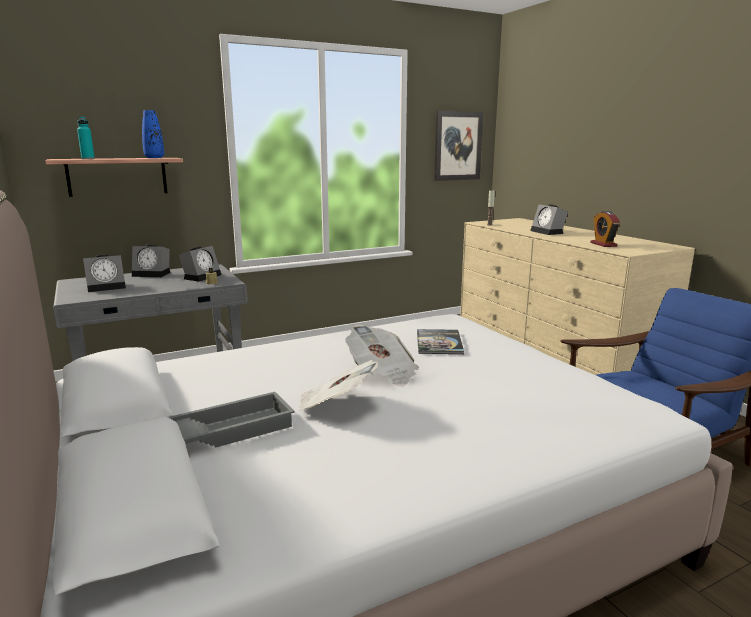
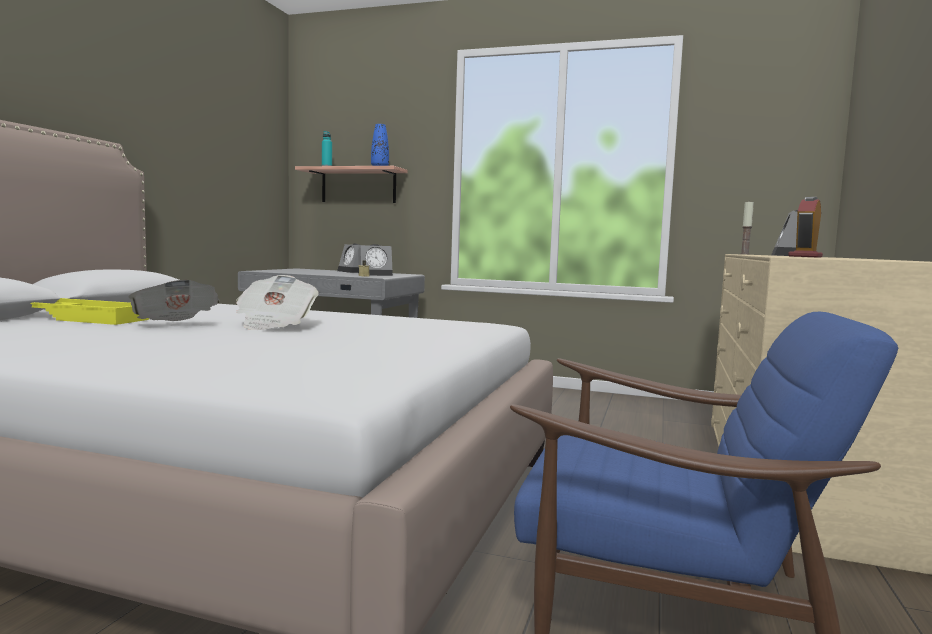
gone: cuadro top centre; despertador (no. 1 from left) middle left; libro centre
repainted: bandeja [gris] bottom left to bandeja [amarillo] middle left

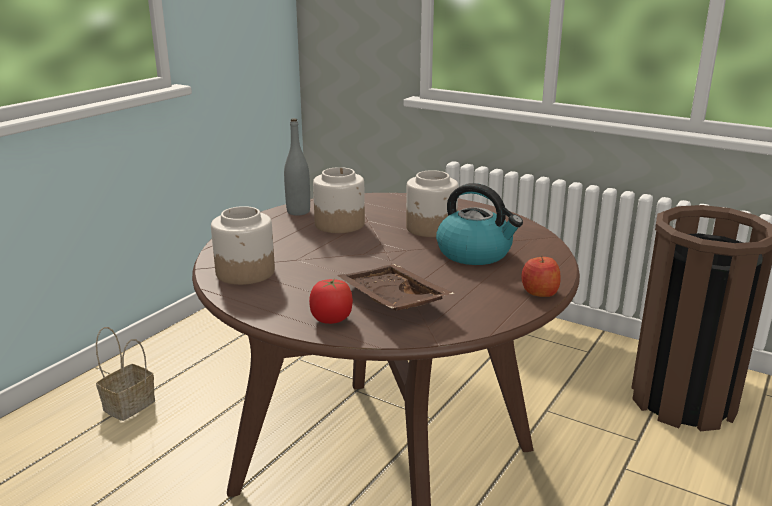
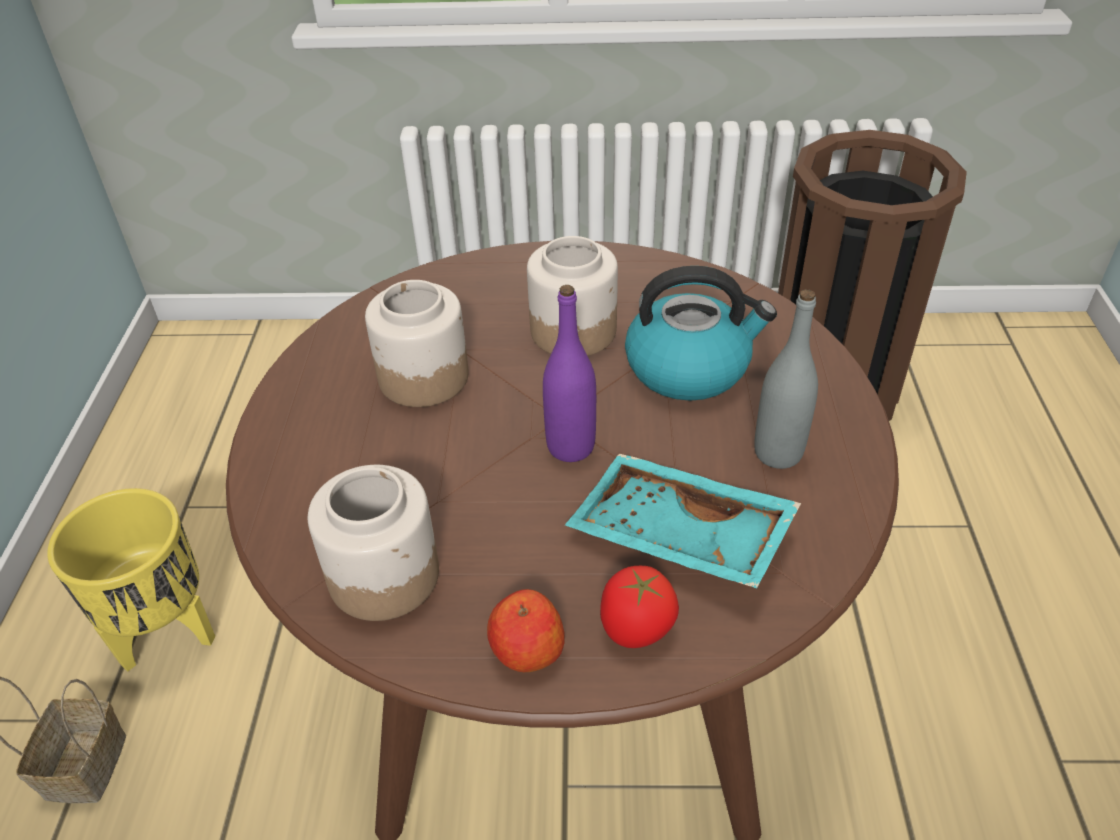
new: botella [morado] centre; maceta [amarillo] bottom left
shifted: botella [gris] top centre to middle right; manzana middle right to bottom centre
repainted: bandeja [marrón] centre to bandeja [turquesa] centre

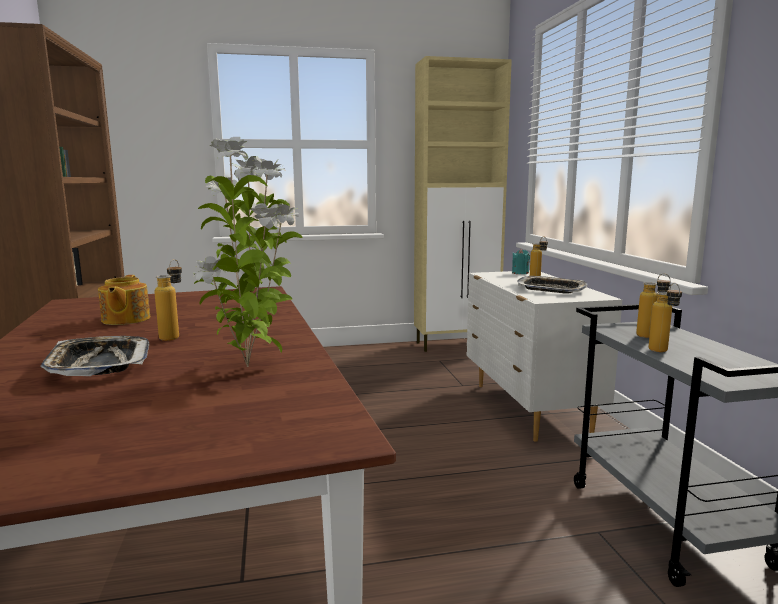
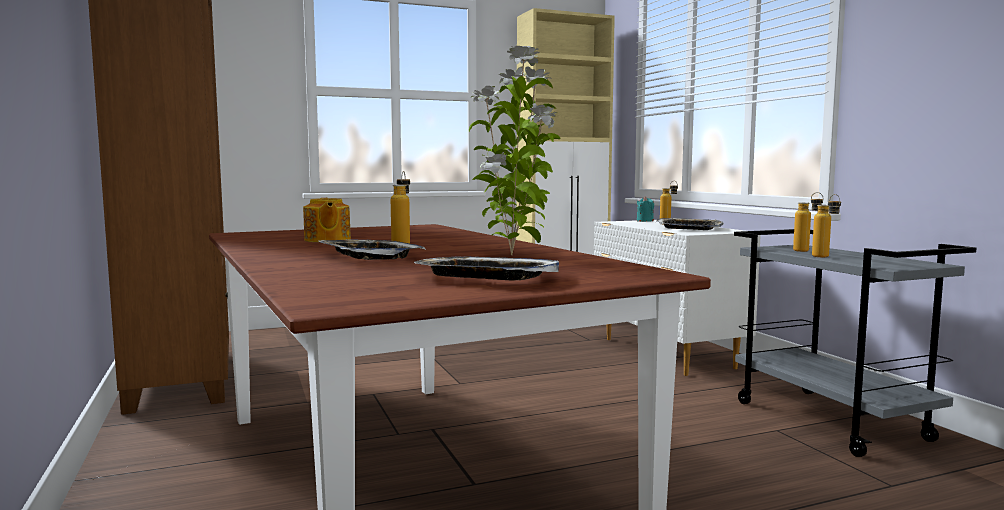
new: bandeja (no. 2 from left) centre

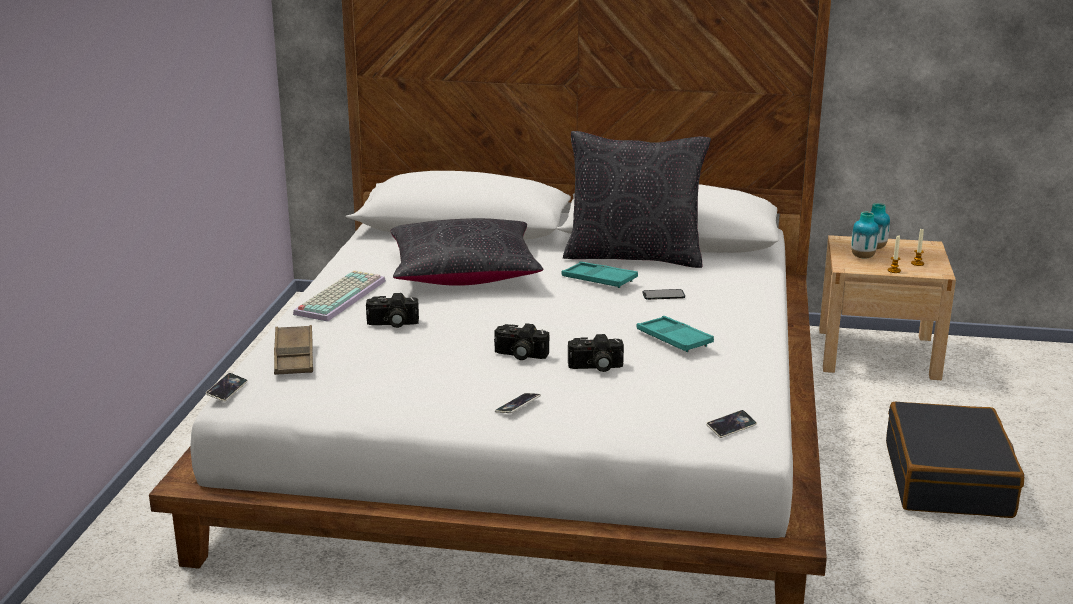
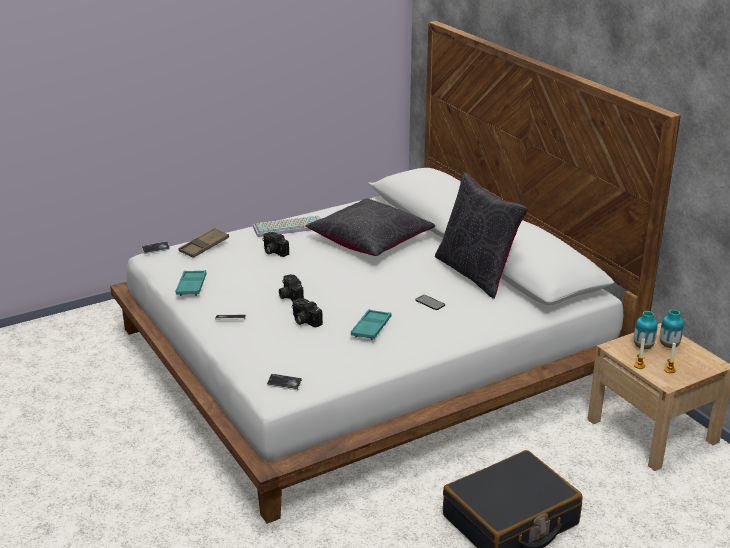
shifted: bandeja [turquesa] (no. 1 from left) centre to middle left

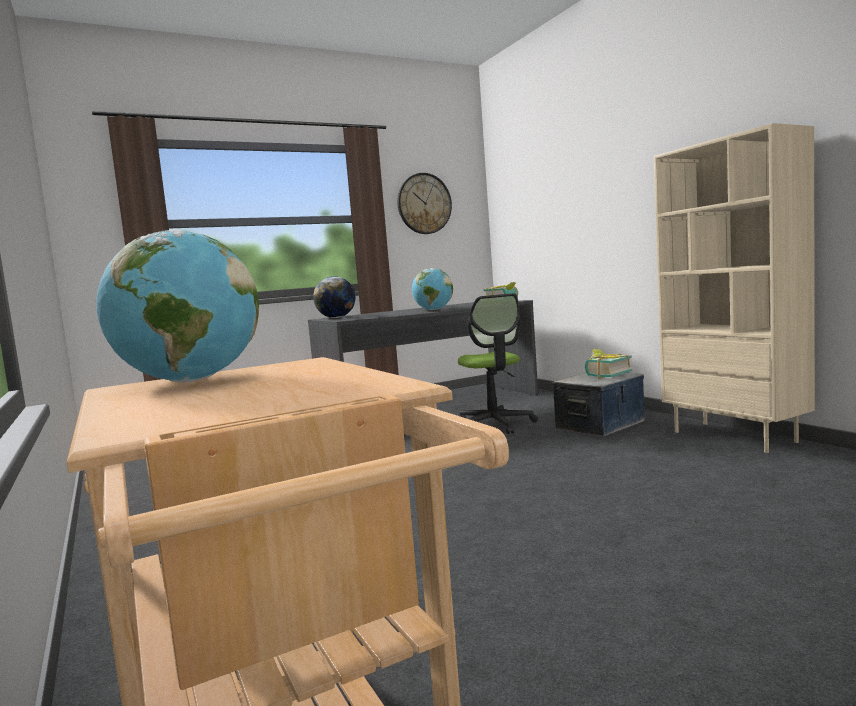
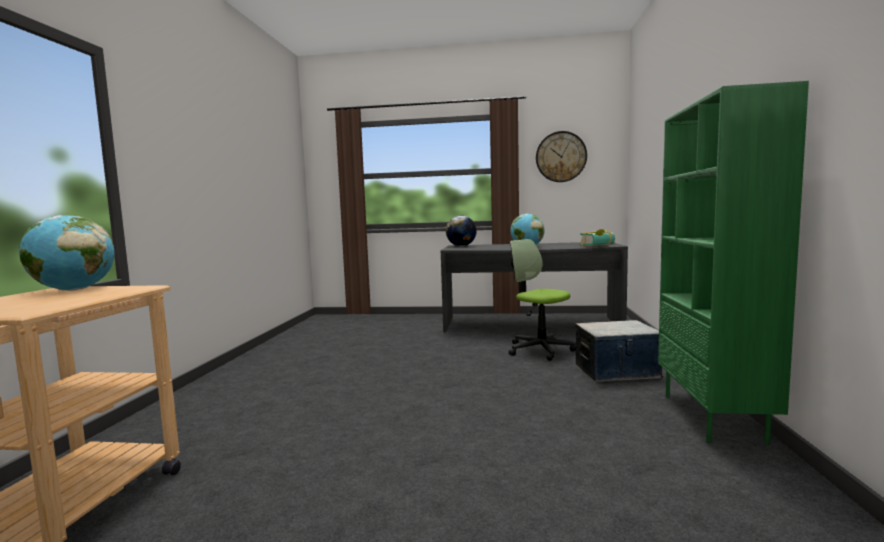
gone: libro (no. 2 from left) middle right
repainted: estantería [beis] middle right to estantería [verde] middle right
rotated: silla de oficina centre = centre 120 degrees clockwise

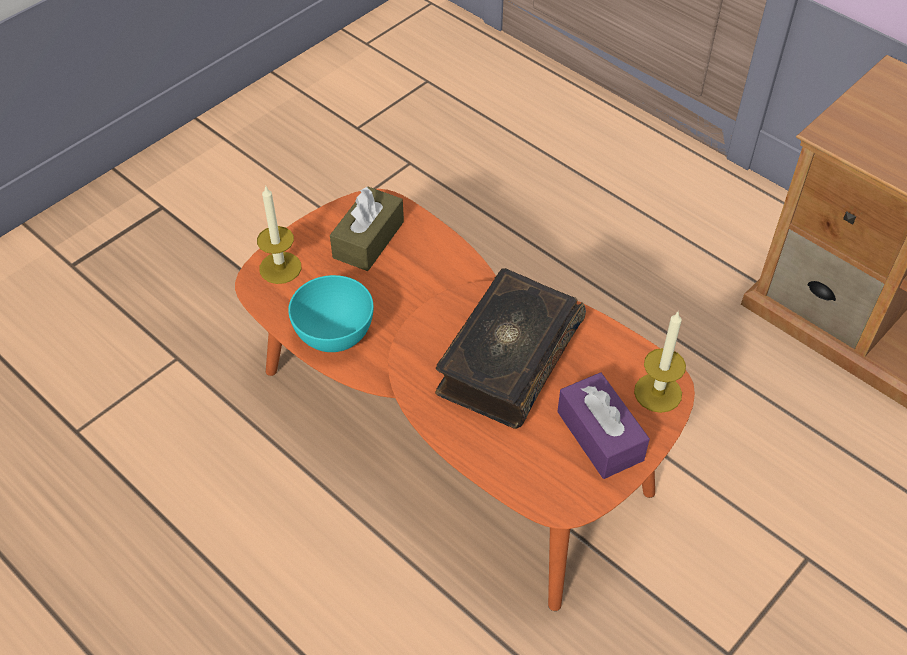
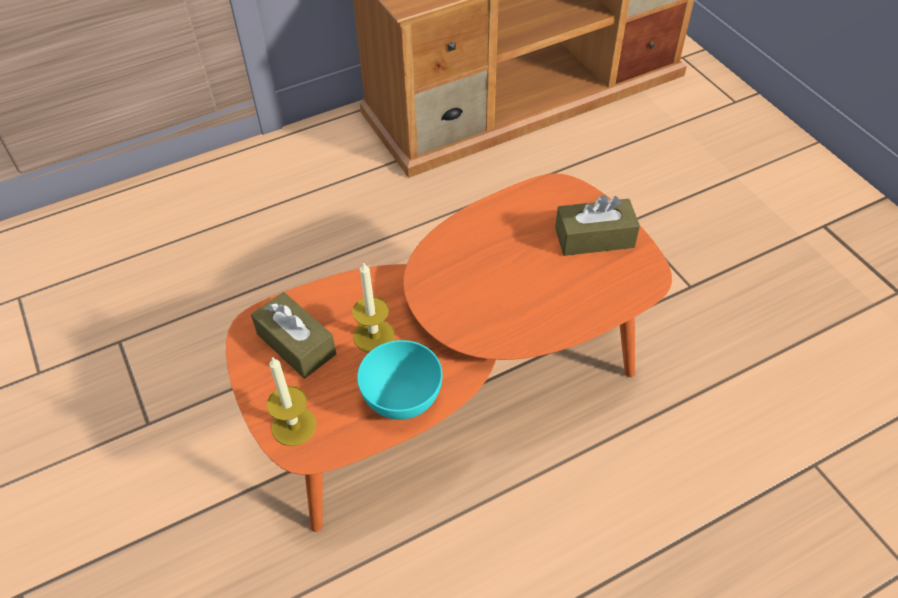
gone: libro centre
shifted: vela (no. 2 from left) middle right to centre
repainted: caja de pañuelos [morado] centre to caja de pañuelos [marrón] (no. 2 from left) centre

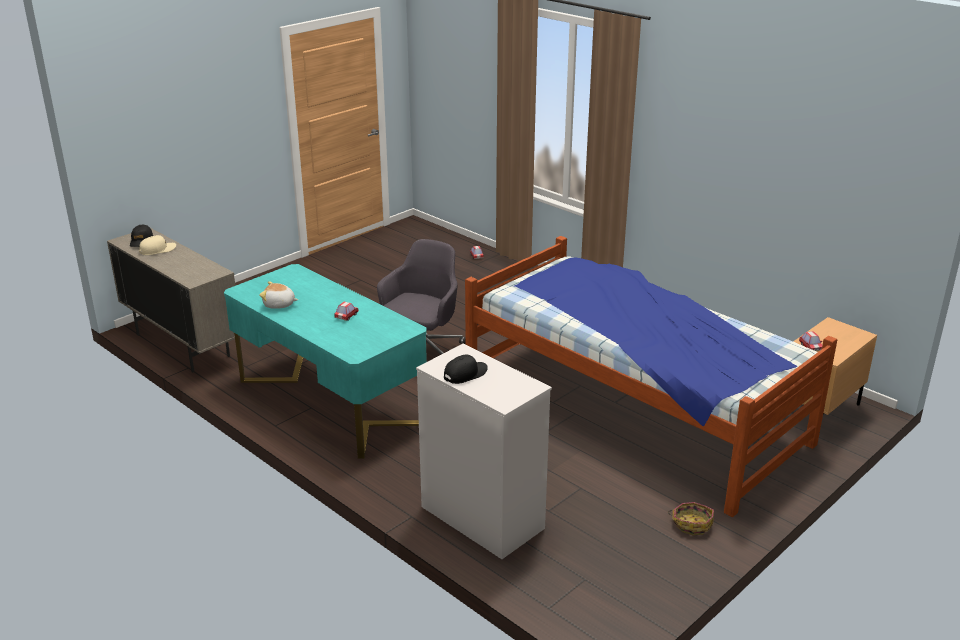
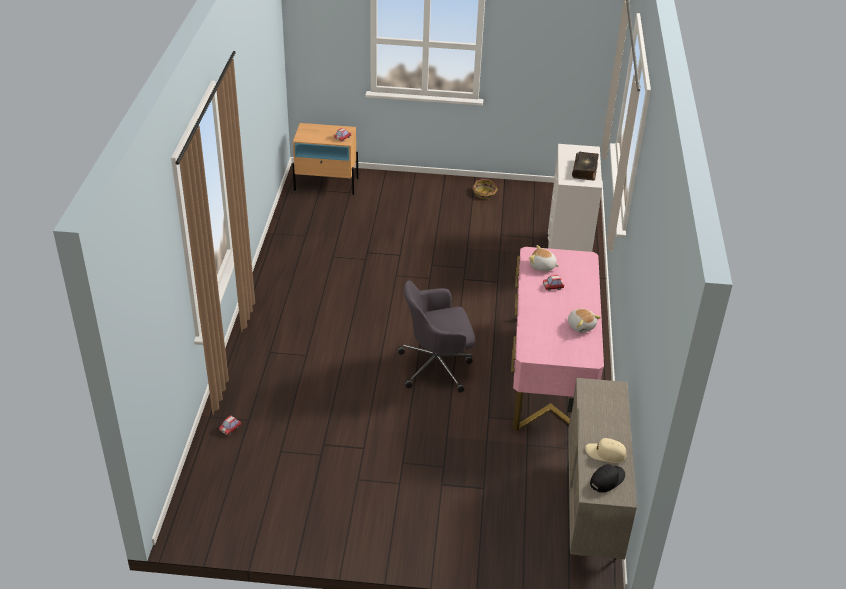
gone: cama middle right
new: peluche (no. 1 from left) centre
swapped: gorra [negro] (no. 2 from left) centre to libro top right
repainted: escritorio [turquesa] centre to escritorio [rosa] centre

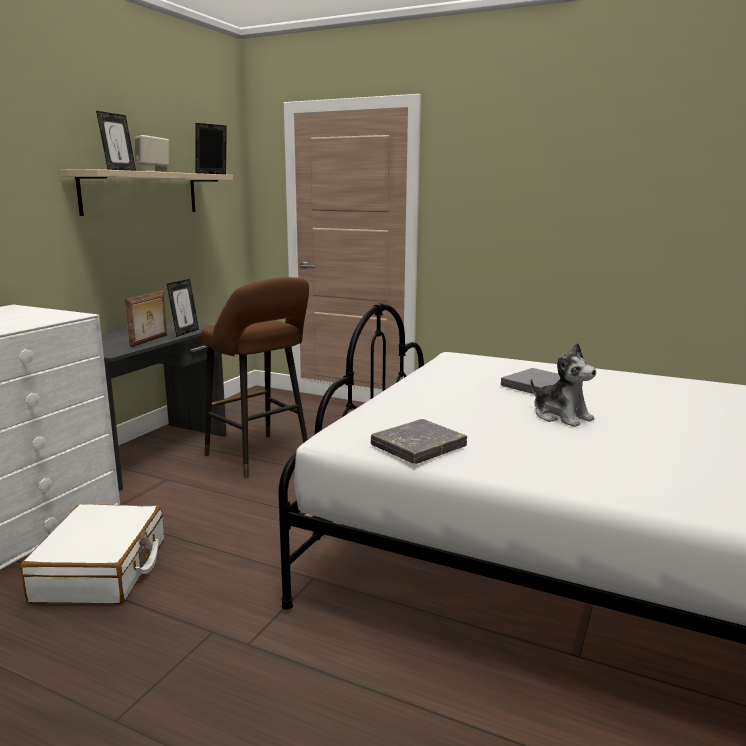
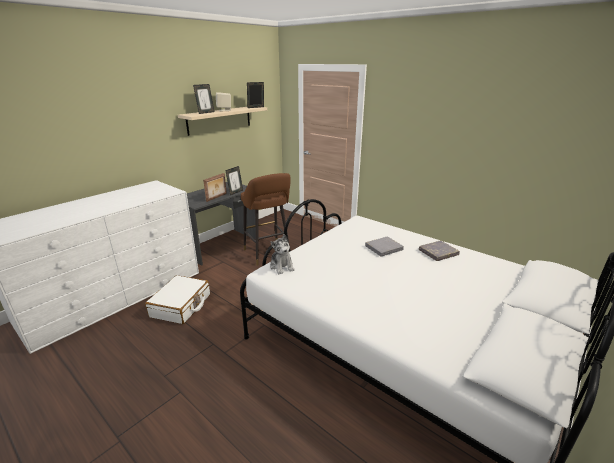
shifted: peluche middle right to centre; libro [gris] (no. 1 from left in the first image) centre to libro [gris] (no. 2 from left) middle right

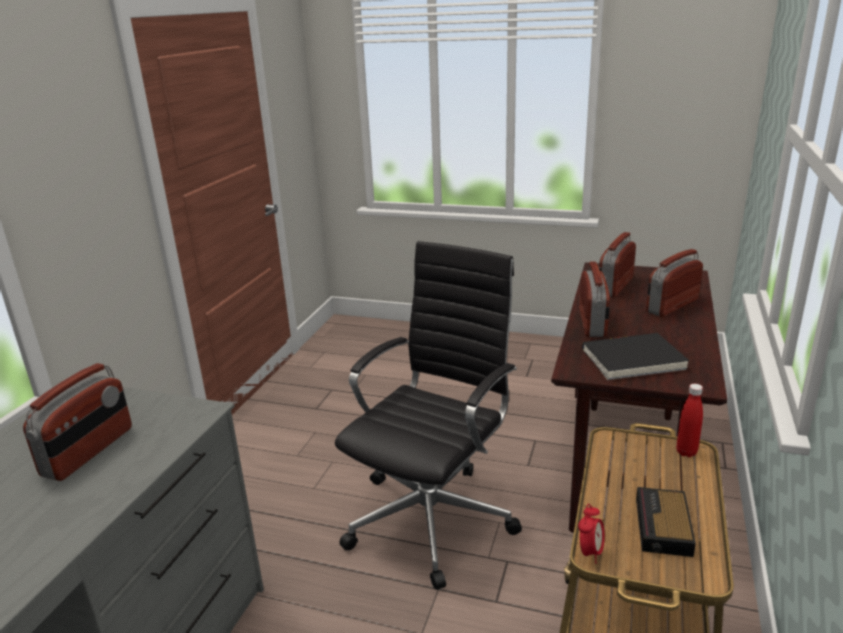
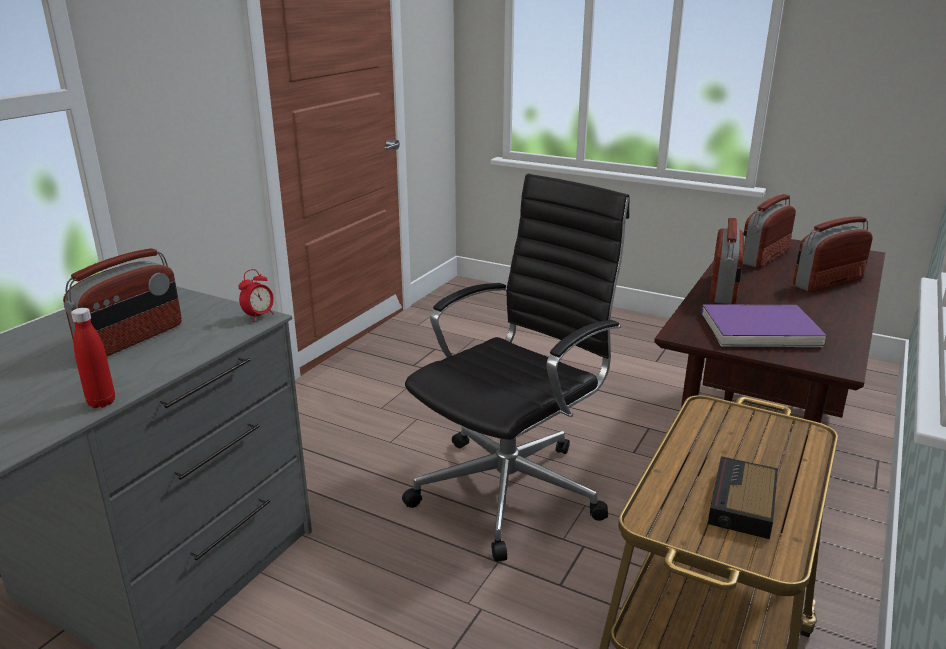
shifted: botella [rojo] middle right to middle left; despertador (no. 1 from left) bottom right to middle left
repainted: libro [negro] middle right to libro [morado] middle right

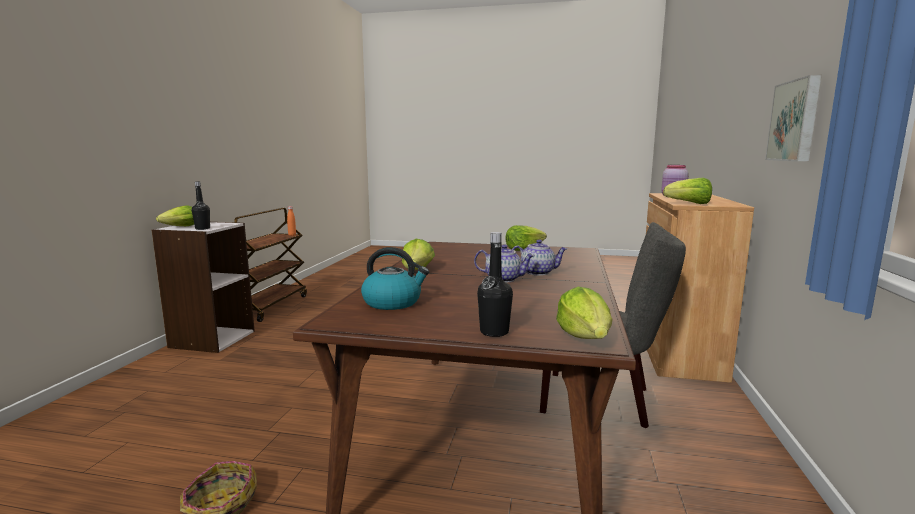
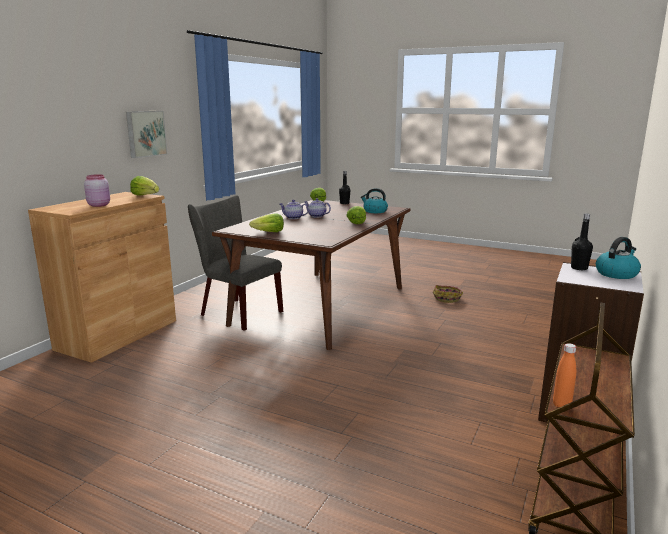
swapped: lechuga (no. 1 from left) middle left to hervidor (no. 2 from left) middle right

